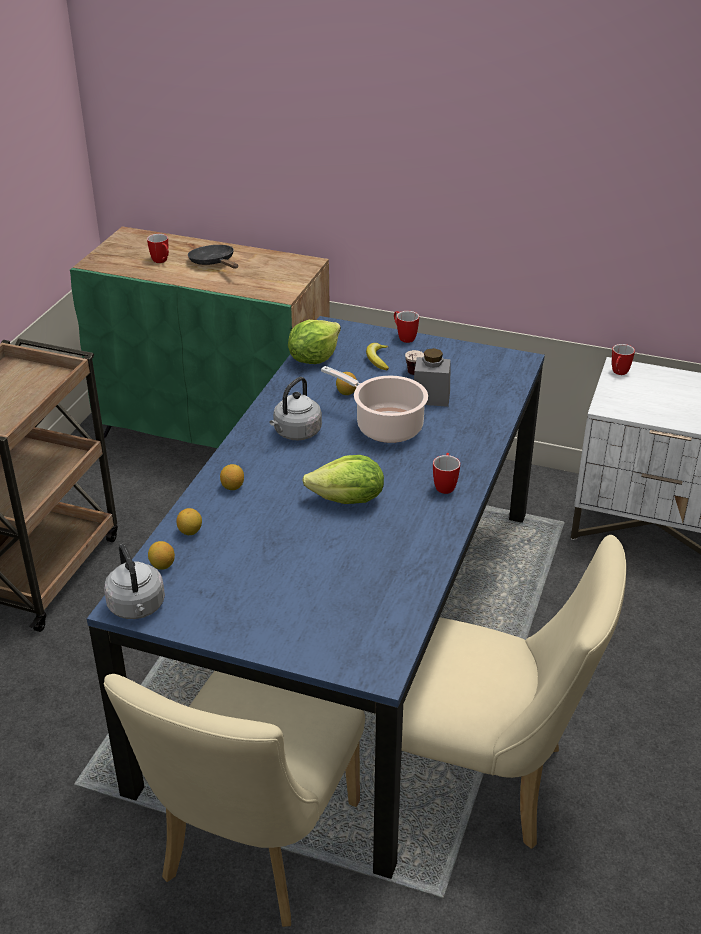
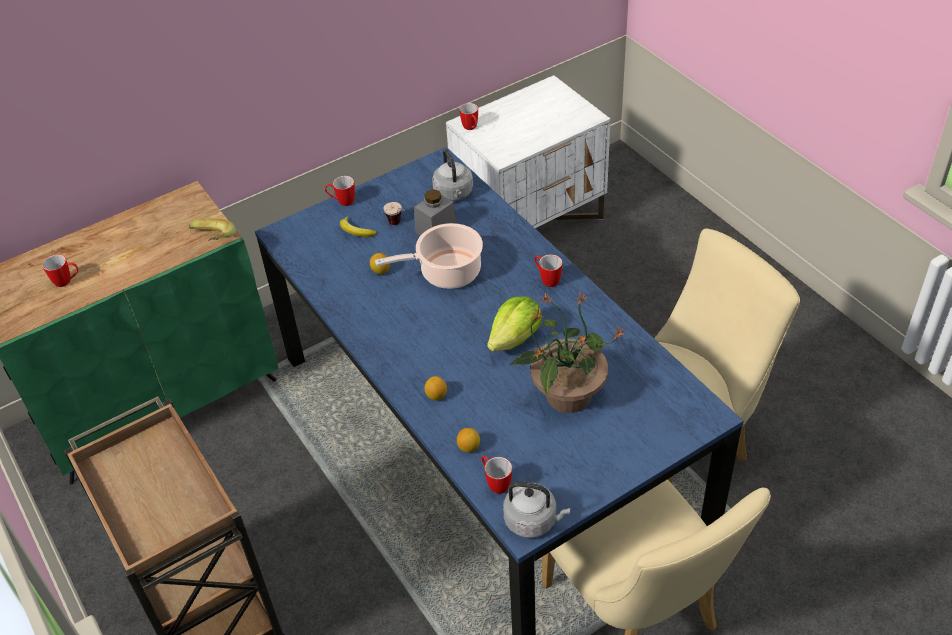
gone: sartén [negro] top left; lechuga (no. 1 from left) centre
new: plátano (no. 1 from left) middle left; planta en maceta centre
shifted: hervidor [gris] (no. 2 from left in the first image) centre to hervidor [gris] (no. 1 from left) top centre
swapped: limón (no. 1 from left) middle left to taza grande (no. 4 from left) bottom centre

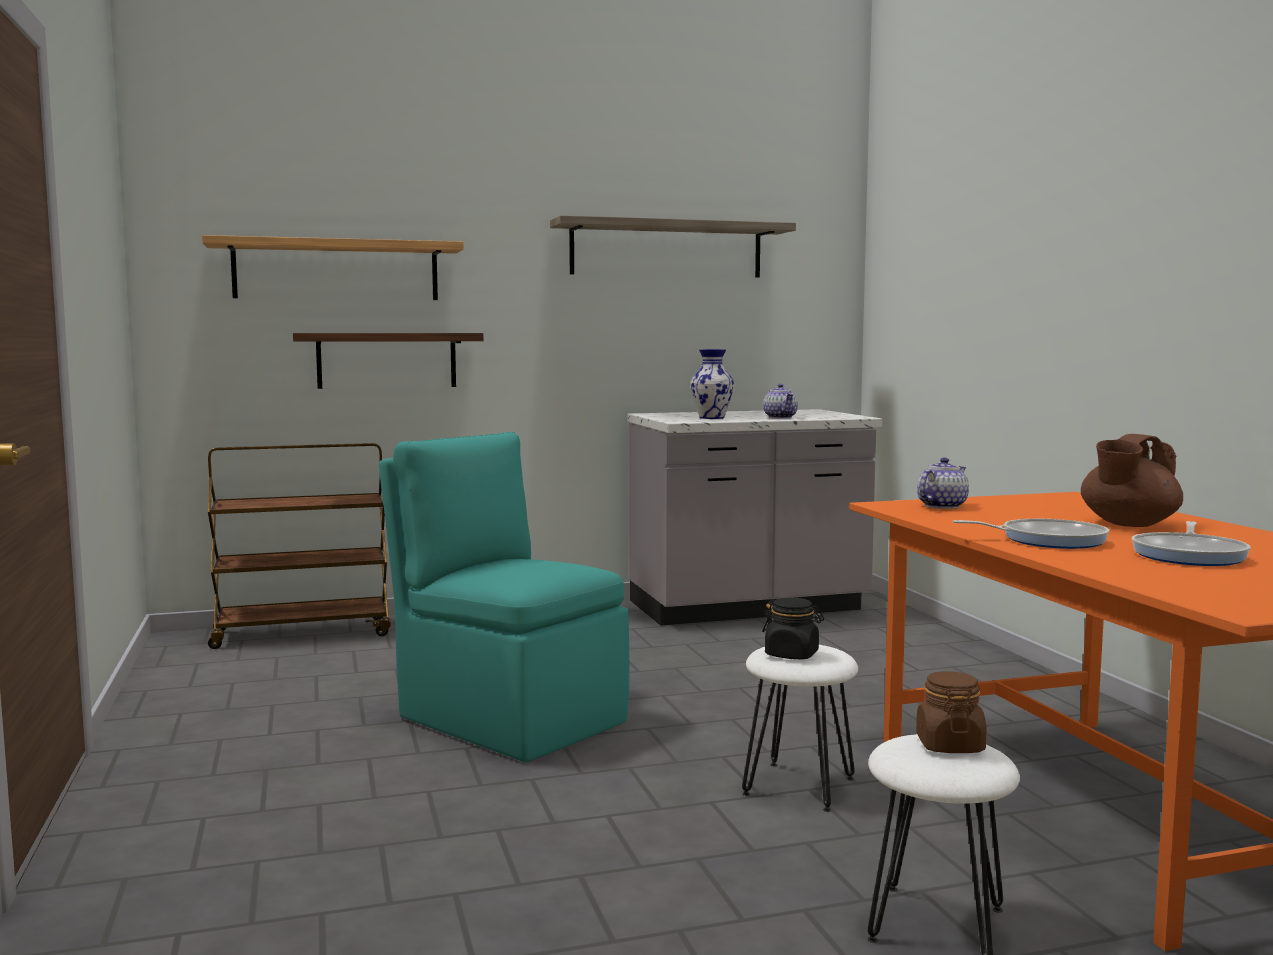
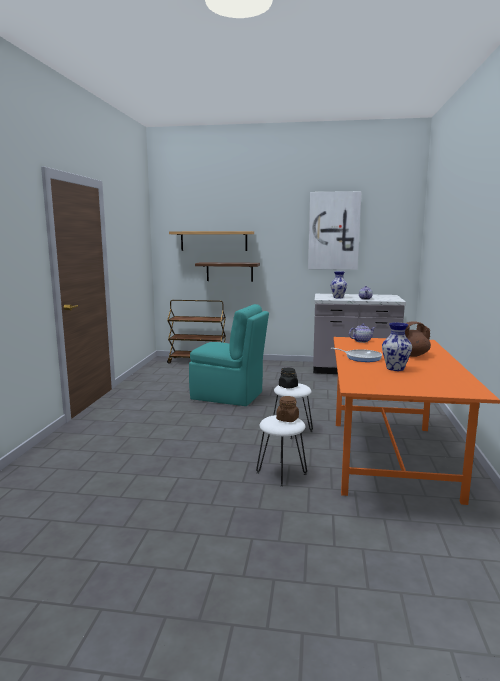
swapped: estante (no. 3 from left) top centre to cuadro middle right; sartén (no. 2 from left) middle right to florero (no. 2 from left) middle right
rotated: silla [turquesa] centre = centre 135 degrees clockwise

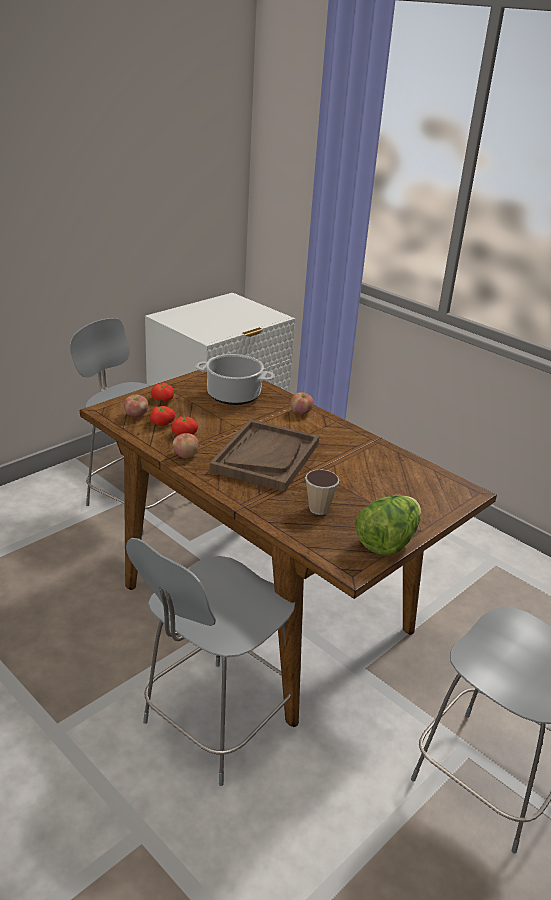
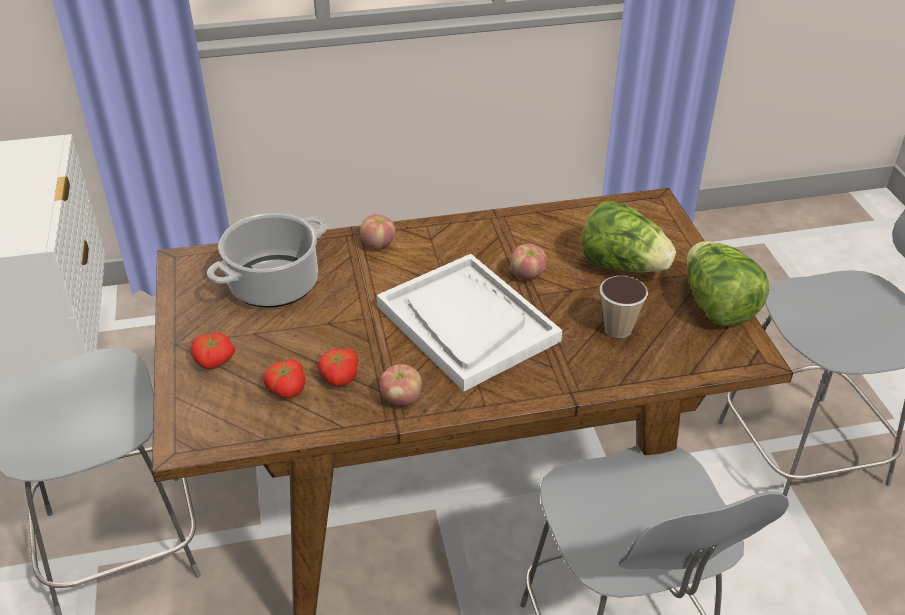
new: lechuga (no. 1 from left) middle right
shifted: manzana (no. 1 from left in the first image) middle left to manzana (no. 3 from left) centre
repainted: bandeja [marrón] centre to bandeja [blanco] centre

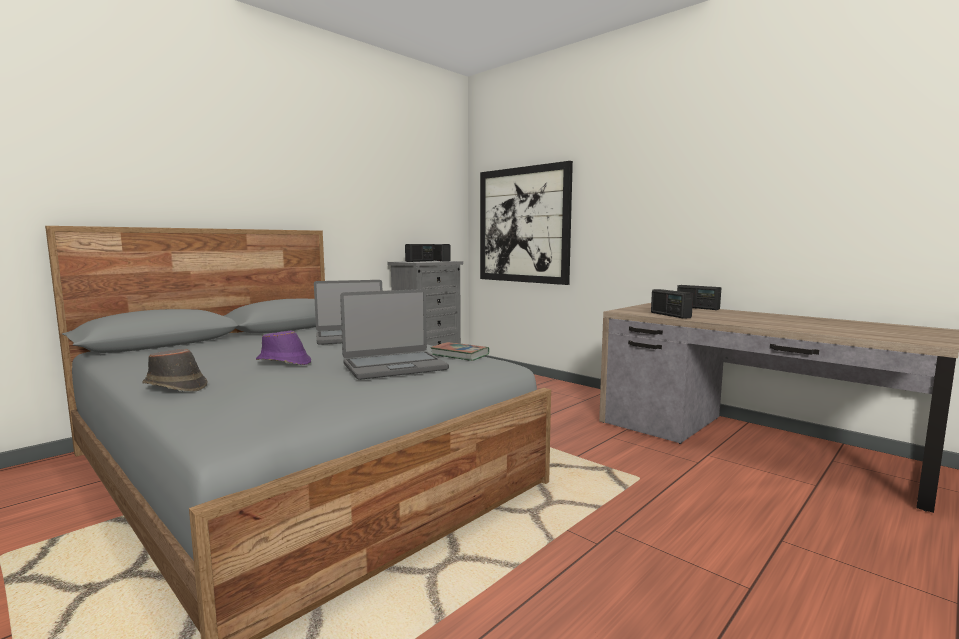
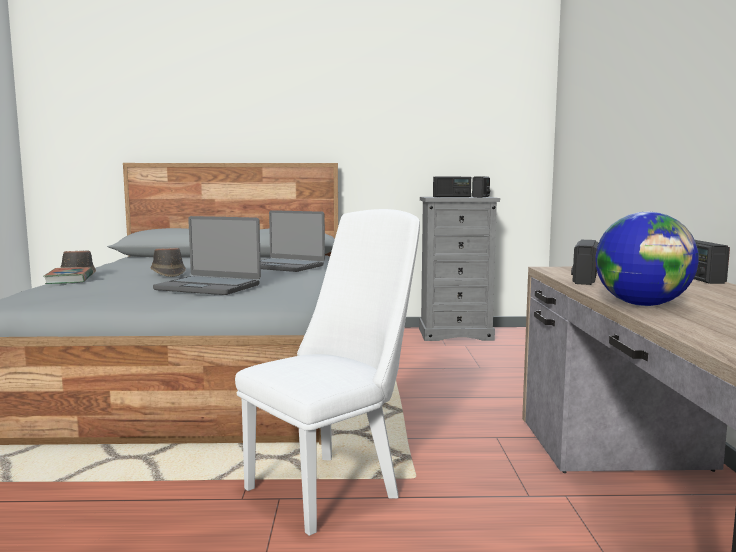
gone: cuadro centre
new: silla [blanco] bottom centre; globo terráqueo middle right
shifted: libro centre to middle left
repainted: sombrero [morado] middle left to sombrero [marrón] (no. 2 from left) middle left

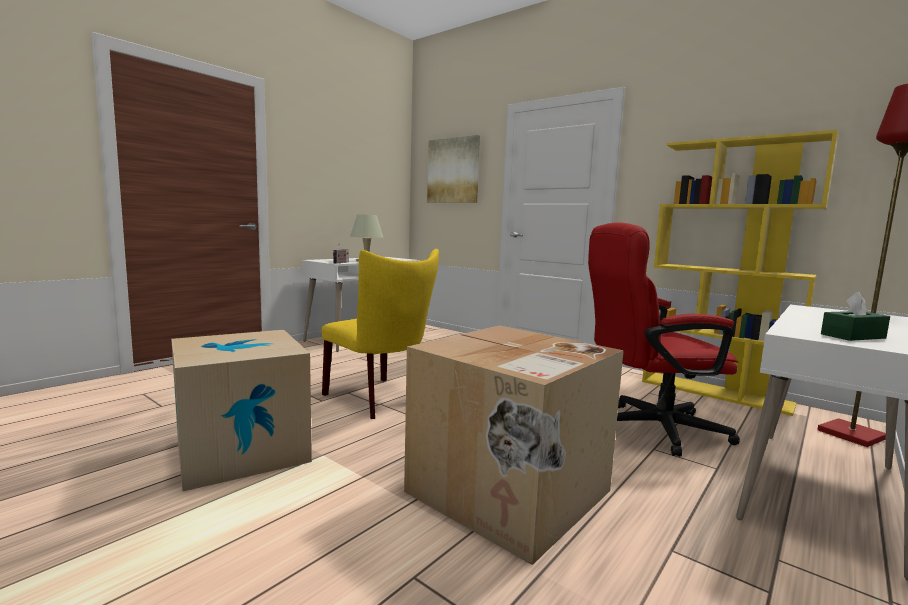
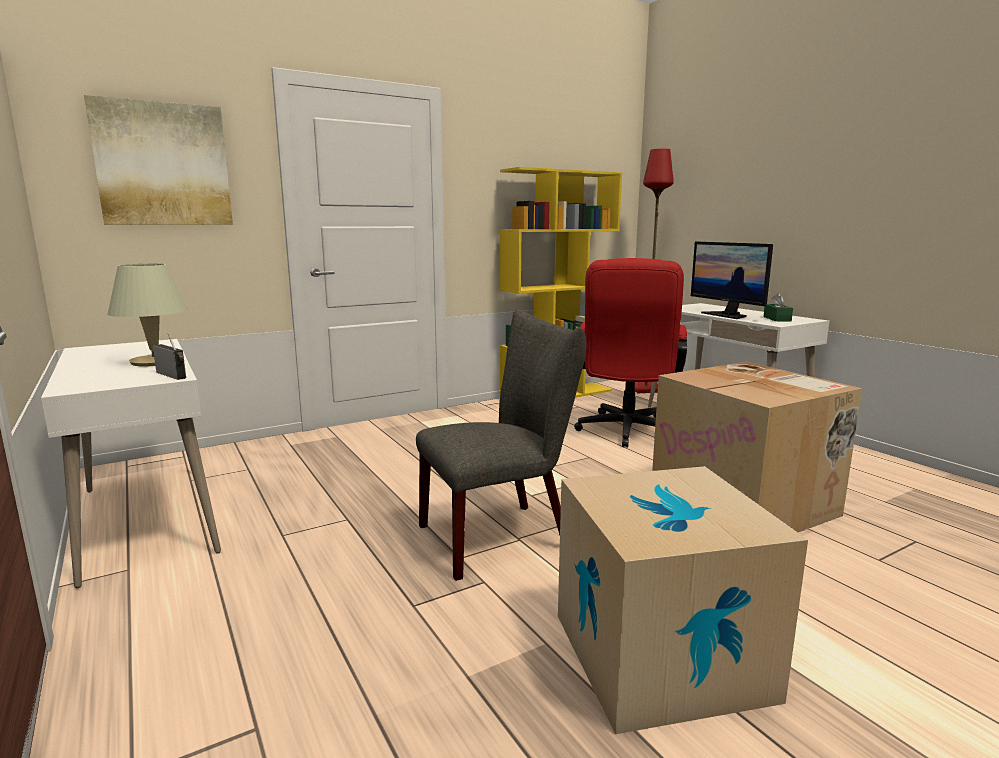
new: monitor middle right
repainted: silla [amarillo] centre to silla [gris] centre

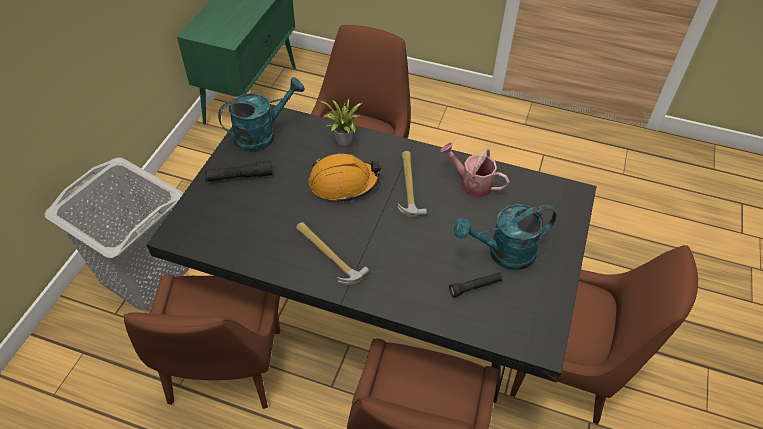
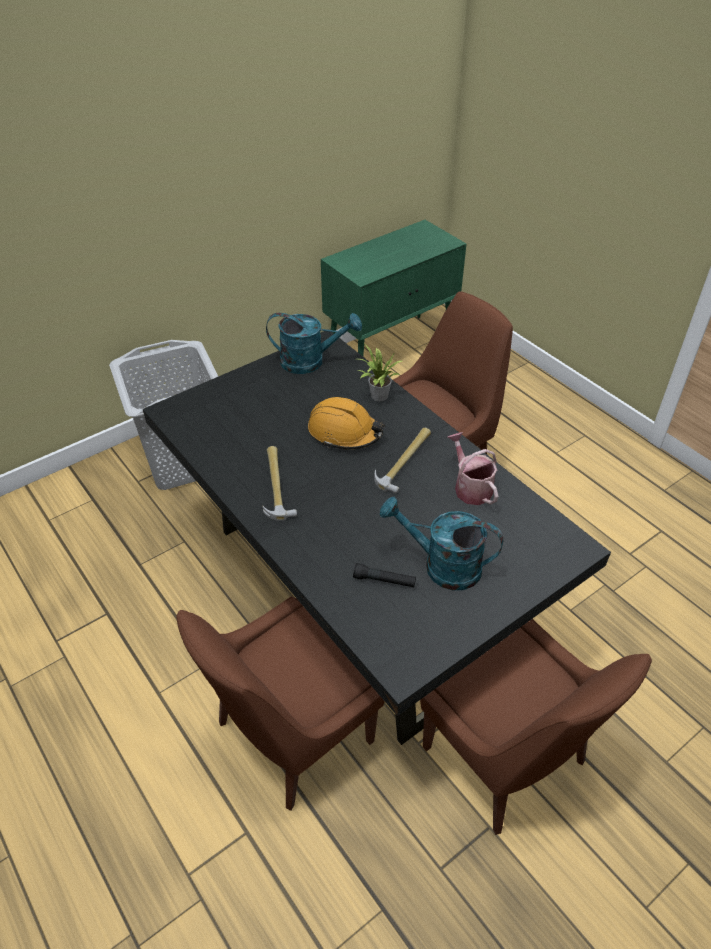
gone: linterna [negro] (no. 1 from left) middle left; silla [marrón] (no. 1 from left) bottom left

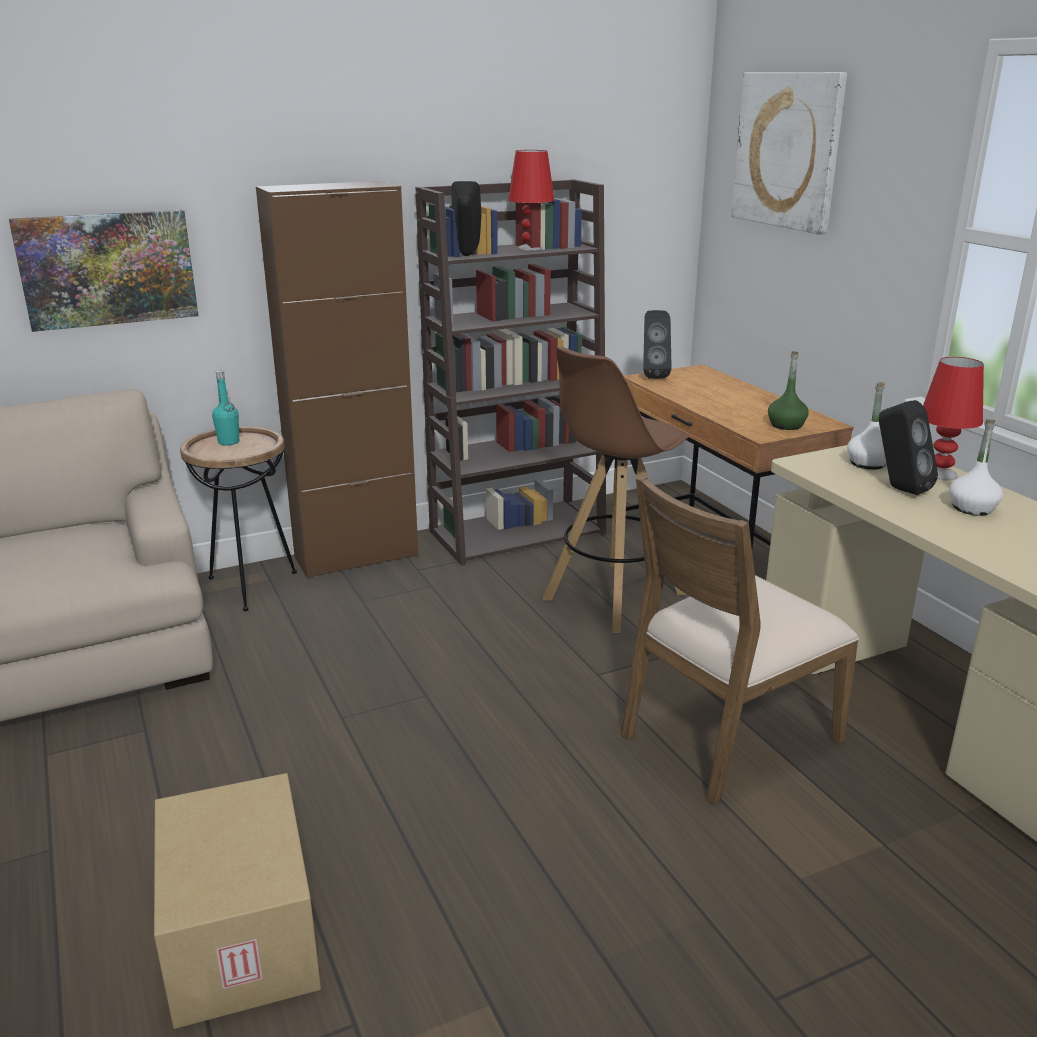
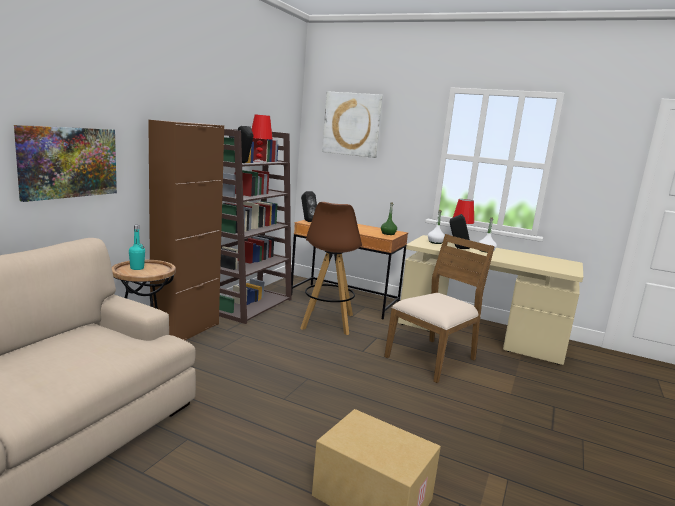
rotated: silla [marrón] middle right = centre 150 degrees counterclockwise

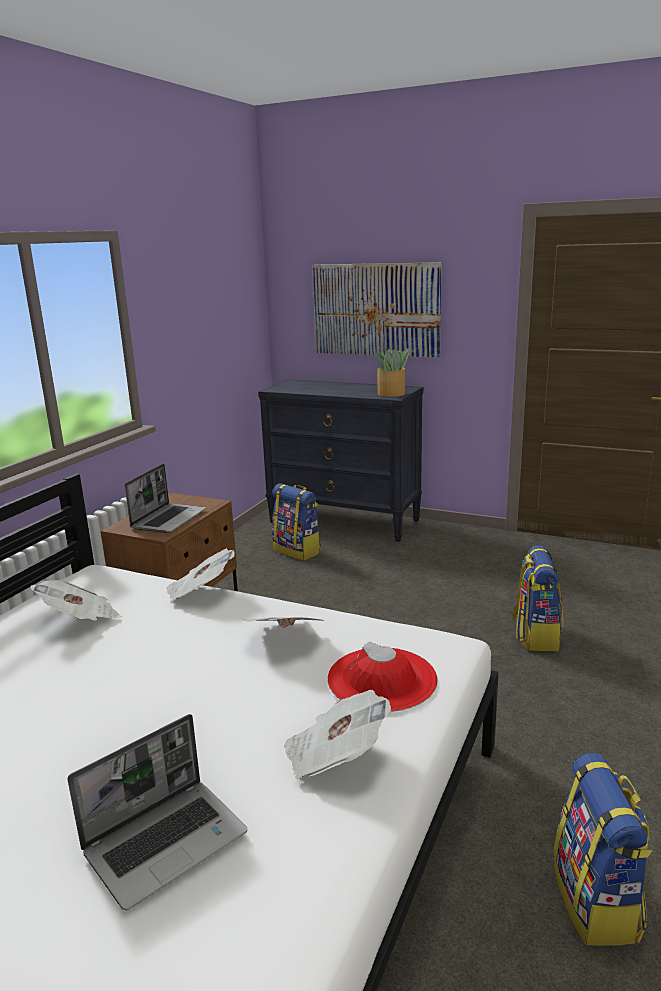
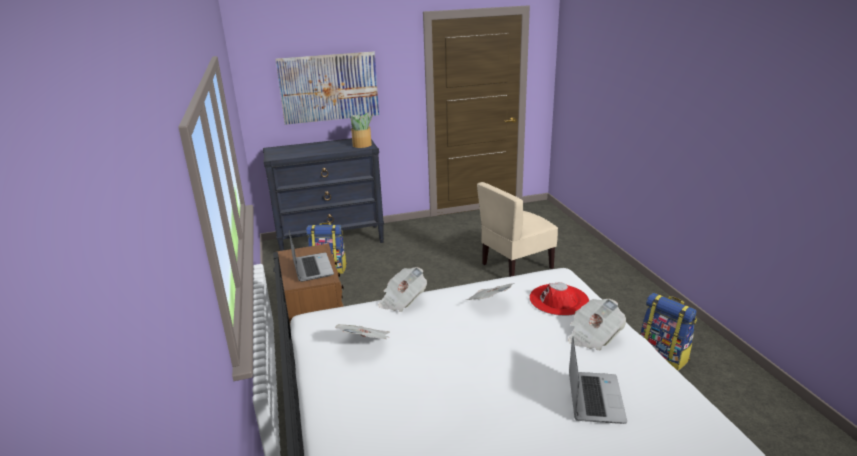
swapped: mochila (no. 2 from left) middle right to silla [beis] centre

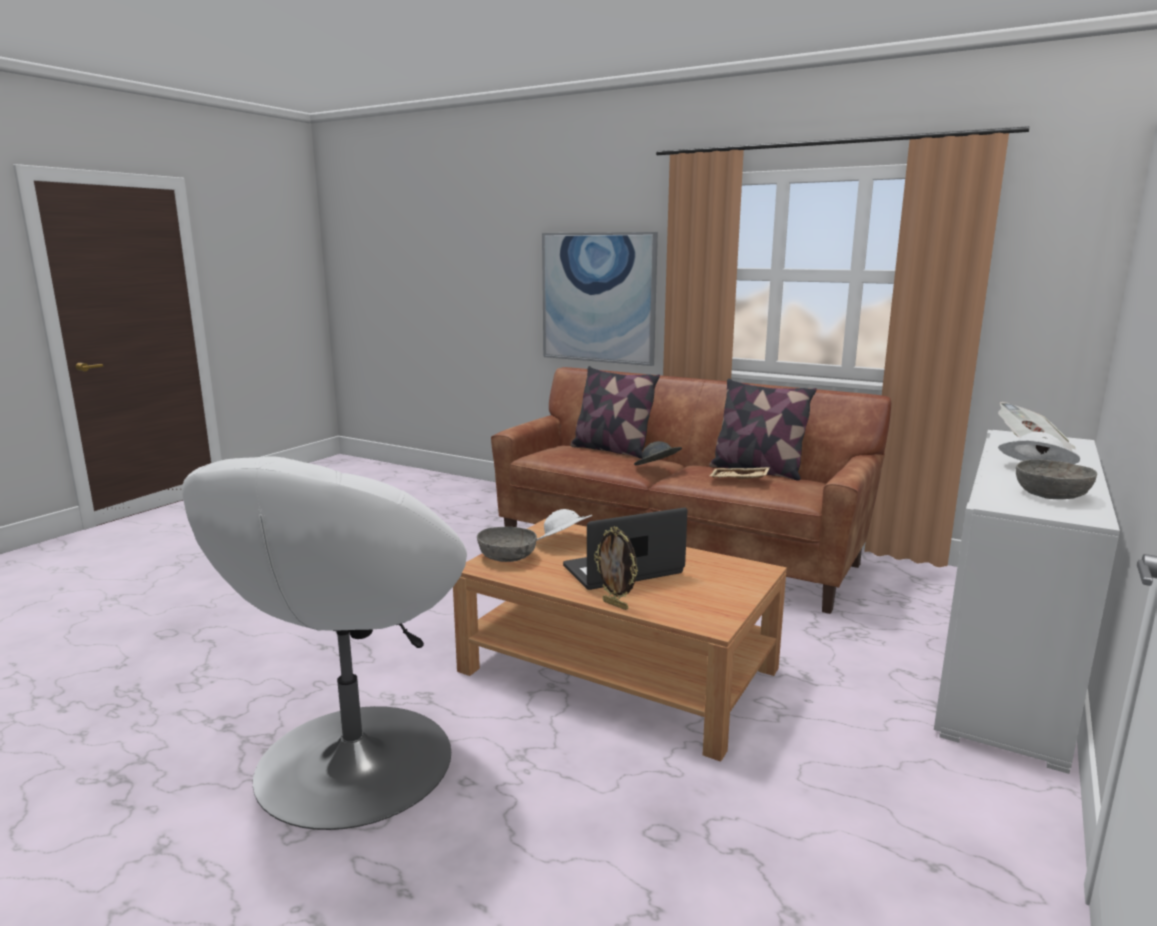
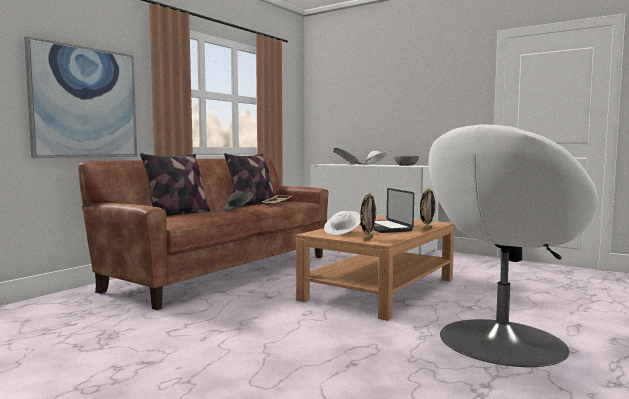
swapped: cuenco [gris] (no. 1 from left) centre to portarretratos (no. 1 from left) centre
rotated: sillón [blanco] bottom left = middle right 120 degrees clockwise

